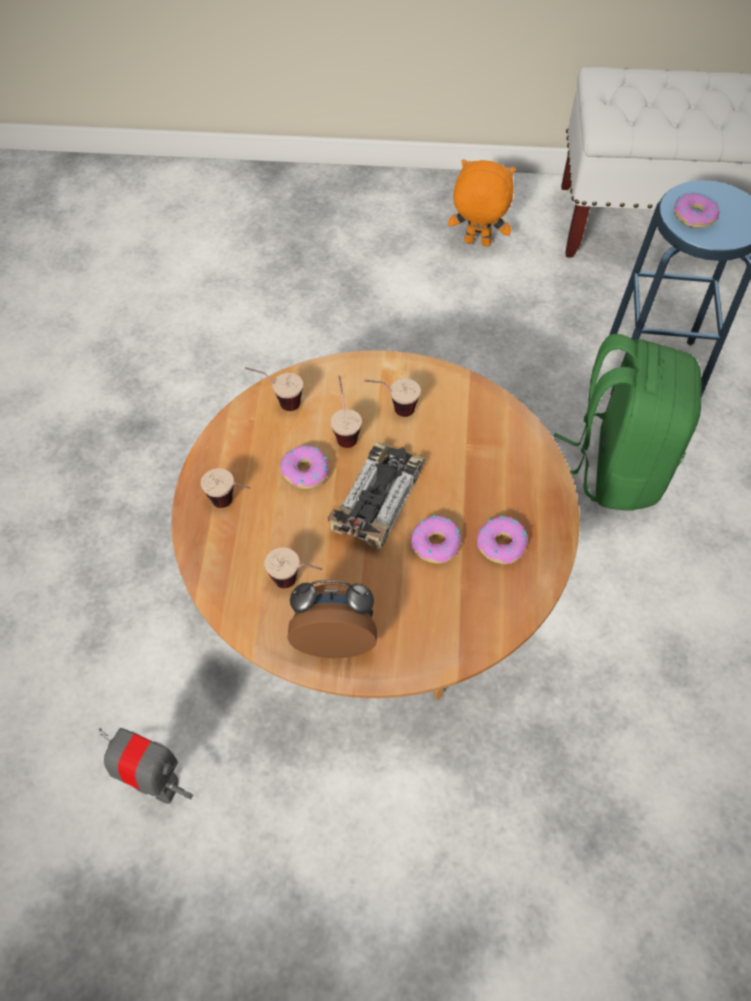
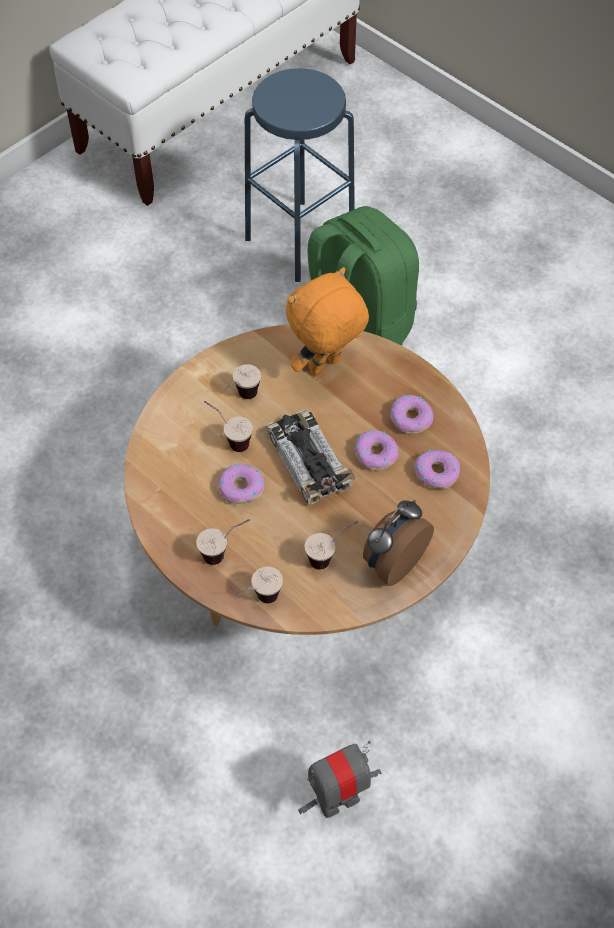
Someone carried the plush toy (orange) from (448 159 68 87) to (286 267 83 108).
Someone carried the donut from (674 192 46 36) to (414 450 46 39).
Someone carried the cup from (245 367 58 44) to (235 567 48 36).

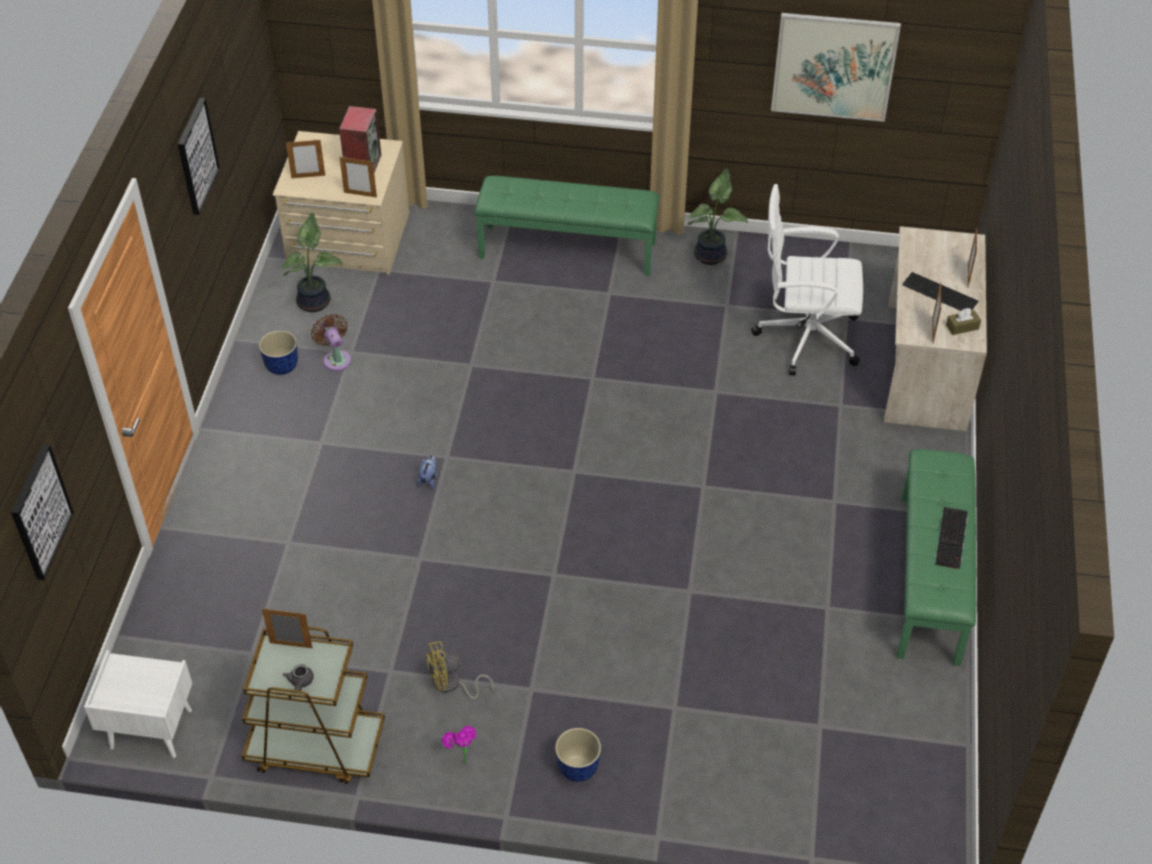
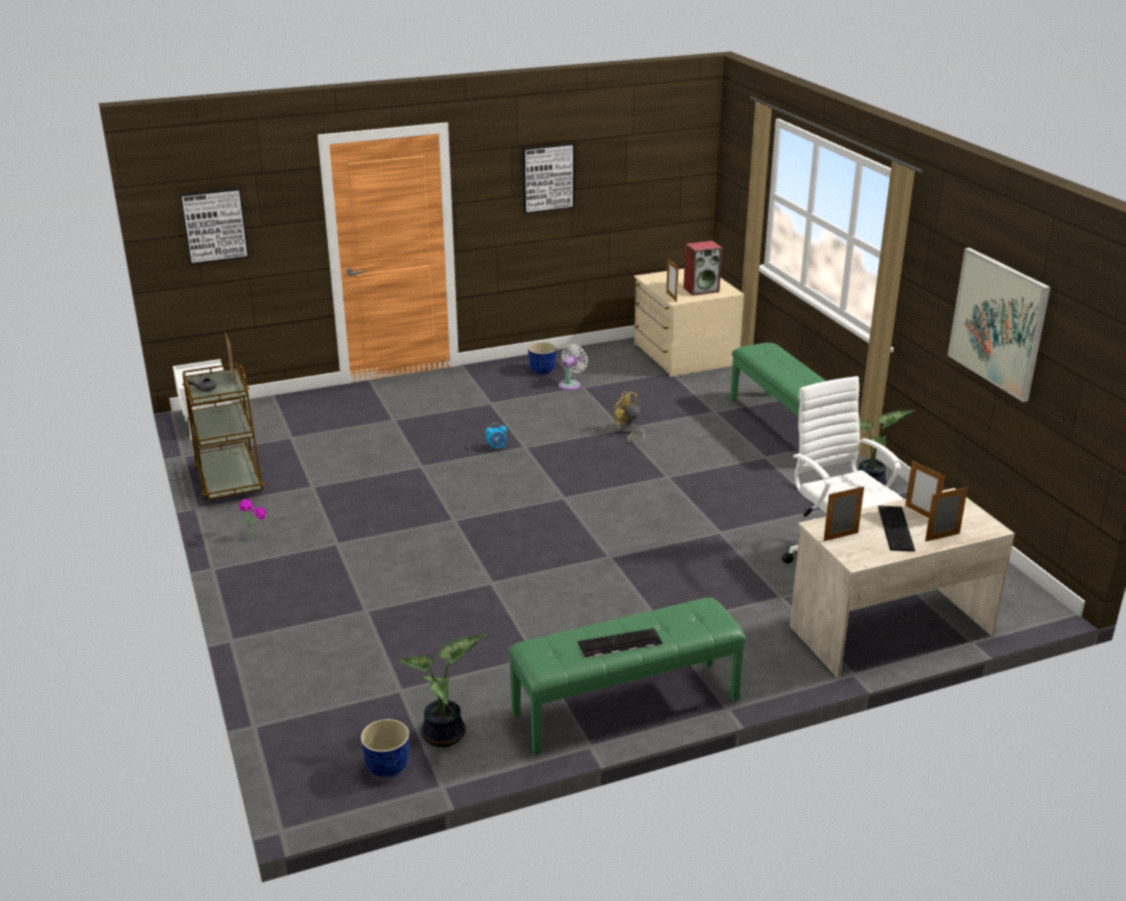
Someone carried the picture frame from (286 140 39 38) to (905 461 40 57).
Someone carried the potted plant from (282 212 61 100) to (400 634 87 113).
Someone took away the tissue box (brown) at (946 308 35 27).
Someone repainted the fan (brown) at (311 314 40 57), which became the fan (white) at (558 344 30 47).
Someone swapped the plush toy at (417 455 21 34) for the alarm clock at (485 423 22 27).
Someone carried the fan (yellow) from (426 641 68 58) to (614 391 31 55).
Someone carried the planter from (555 728 46 54) to (361 719 48 58).

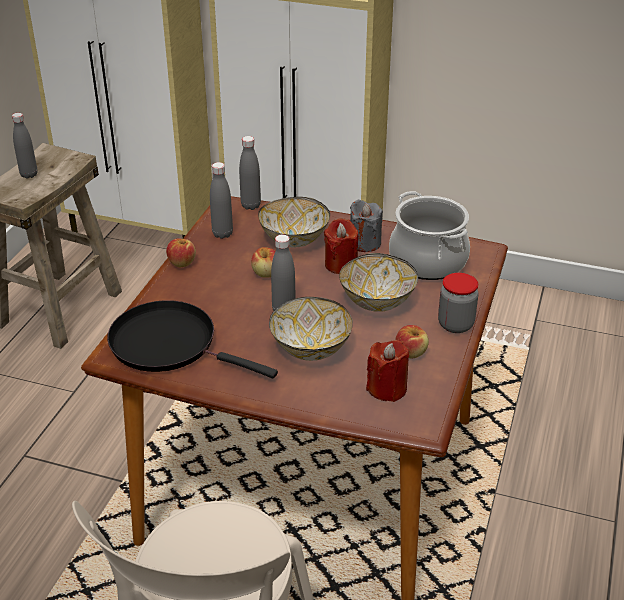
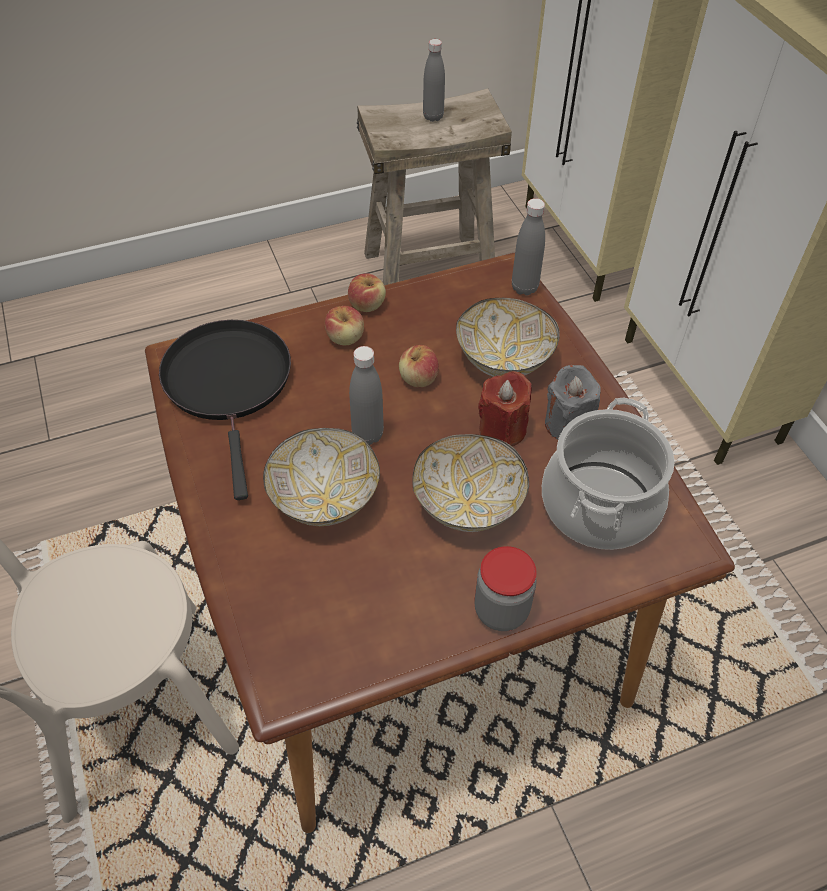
Someone took away the bottle (grey) at (210 162 23 77).
Someone carried the apple from (395 325 34 33) to (325 306 39 39).
Someone took away the candle (red) at (366 340 43 62).

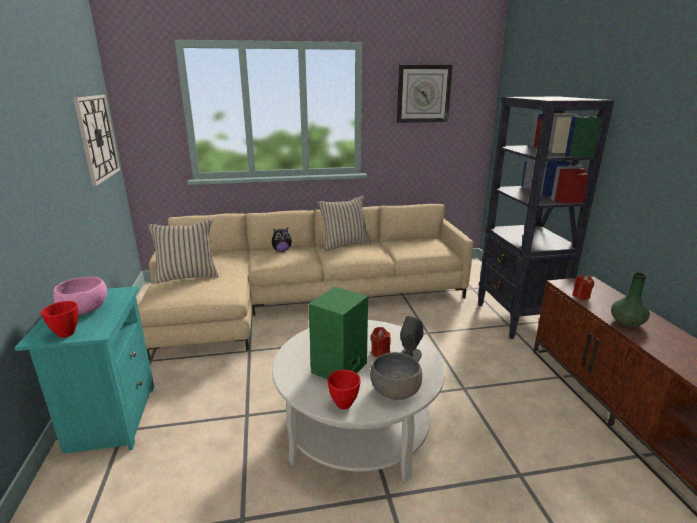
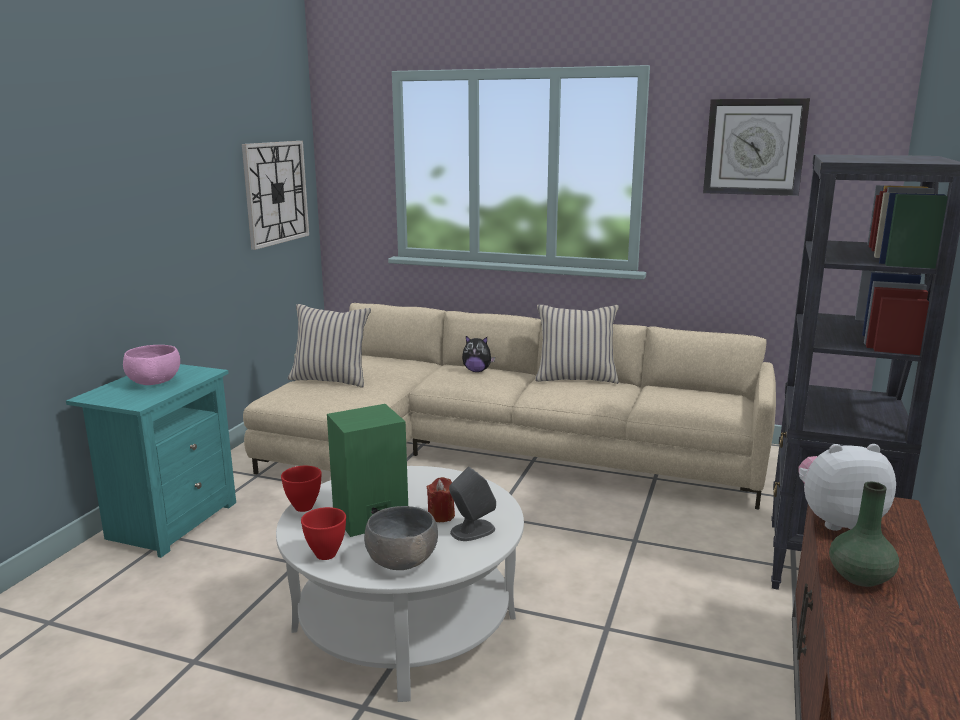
Someone swapped the candle (red) at (572 275 22 25) for the plush toy at (799 444 97 87).
Someone carried the bowl (red) from (41 301 37 37) to (281 466 41 46).

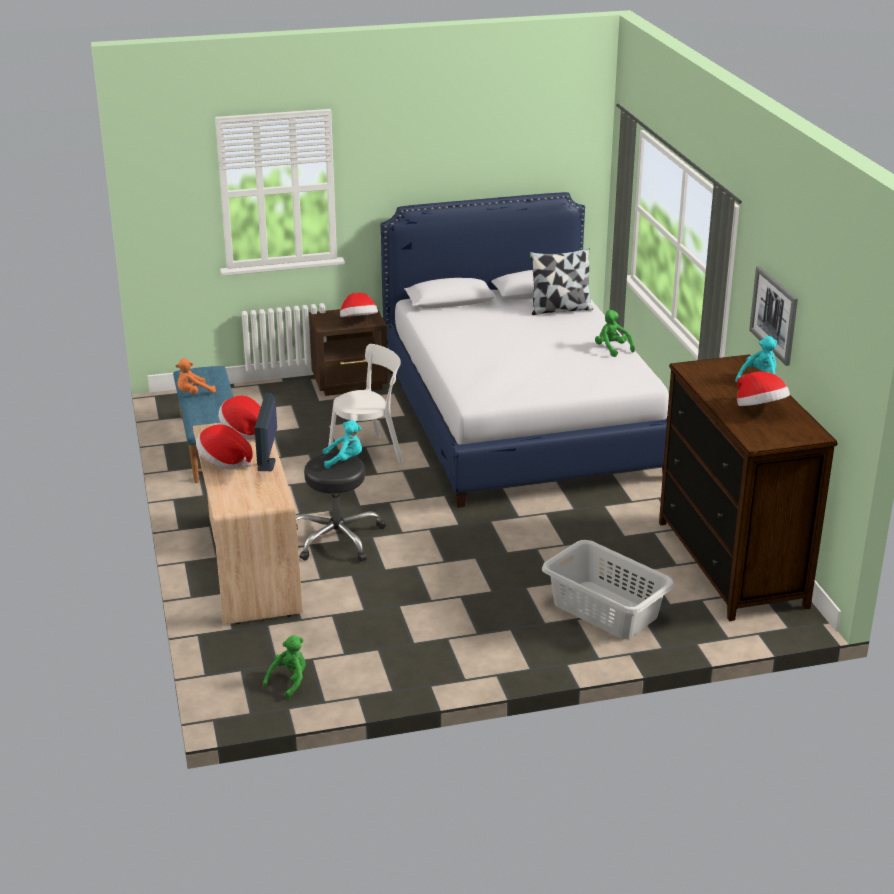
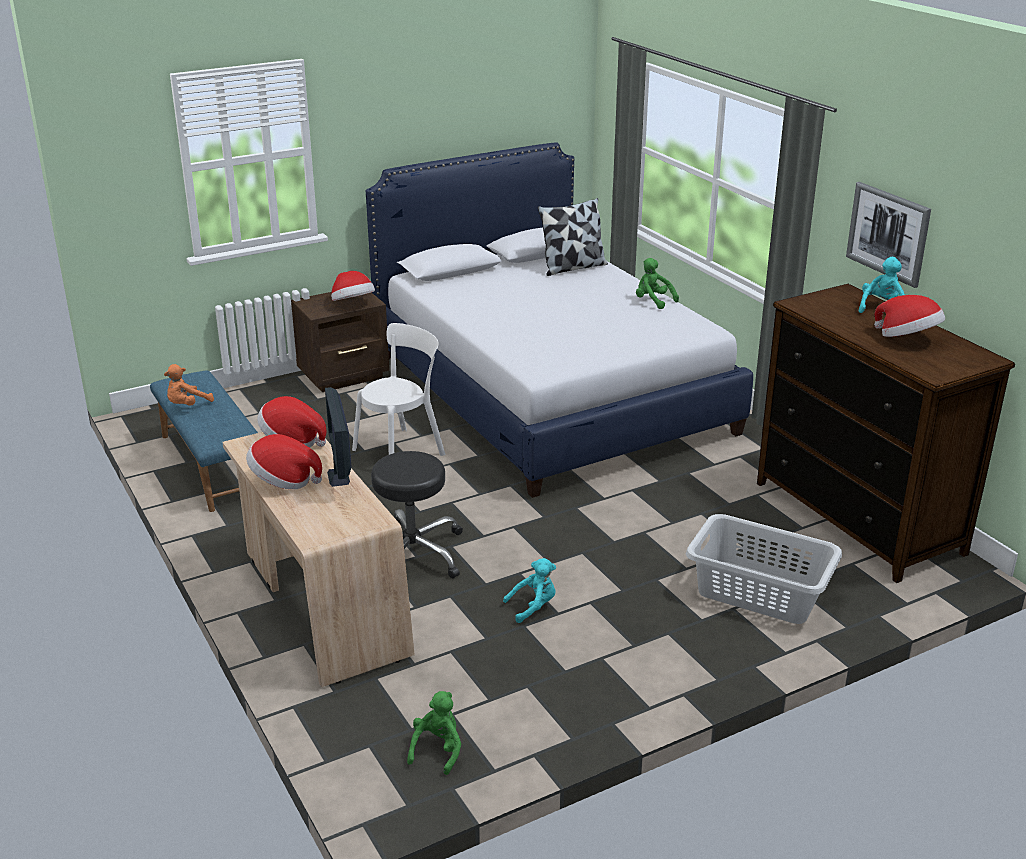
Someone carried the plush toy (turquoise) from (323 420 39 49) to (503 558 53 65).

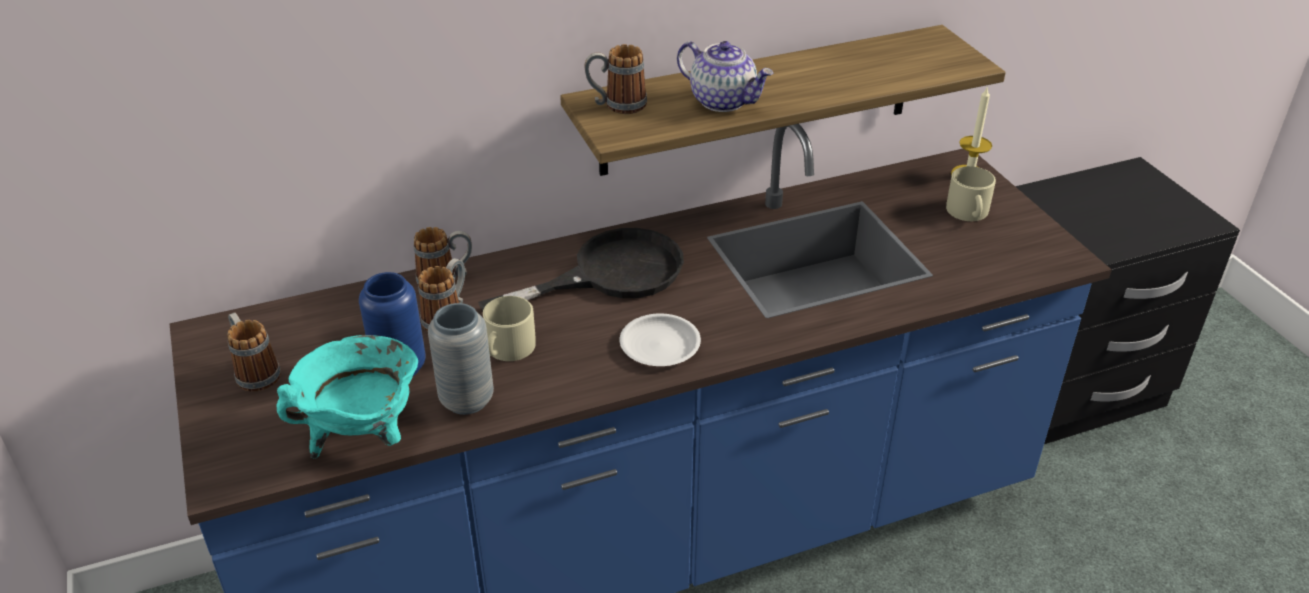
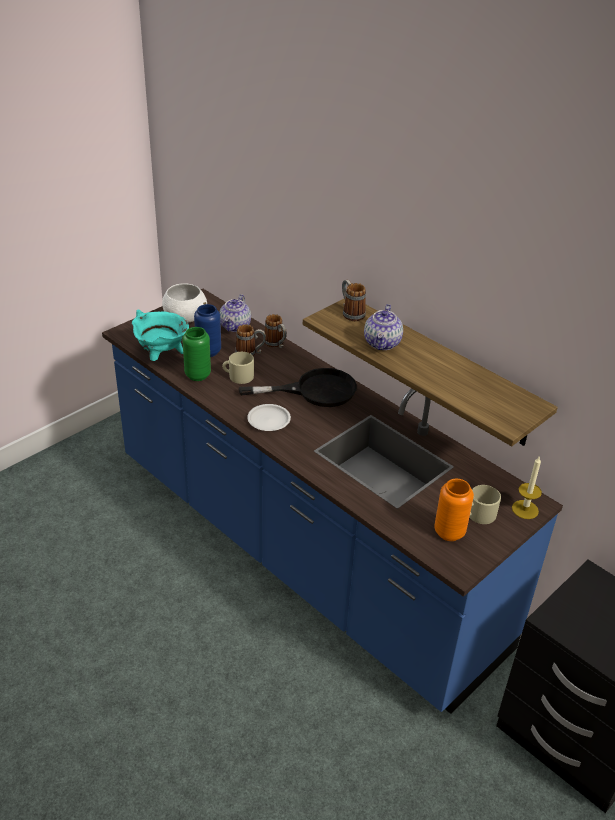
Someone rotated the frying pan (black) at (478 228 206 83) by 45 degrees counterclockwise.
Someone repainted the vase (grey) at (428 303 66 112), which became the vase (green) at (182 327 29 54).
Someone swapped the mug at (227 312 54 80) for the bowl (white) at (162 283 45 39).
Someone put down the teapot at (219 294 32 38).
Someone put down the vase (orange) at (434 479 40 62).

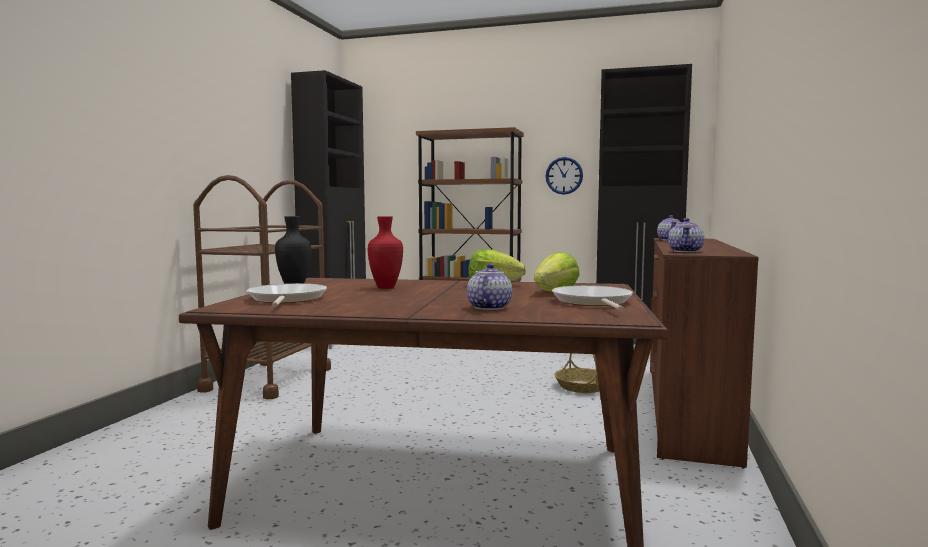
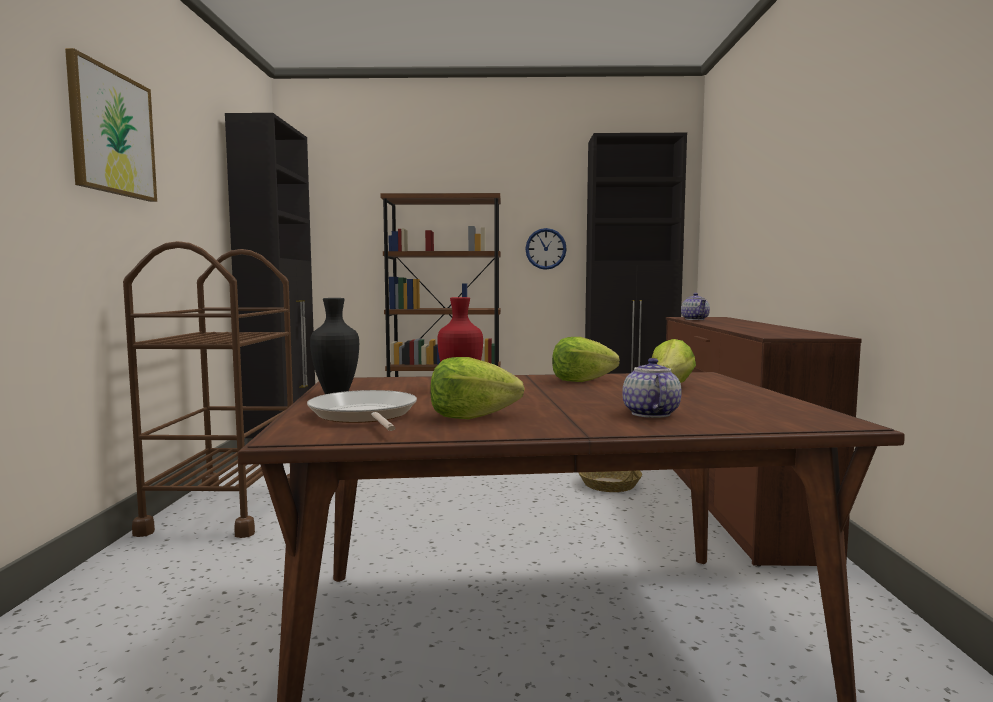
Someone took away the teapot at (668 218 36 34).
Someone took away the frying pan at (552 285 81 25).
Someone put up the picture at (65 48 92 154).
Someone put down the lettuce at (431 357 93 62).

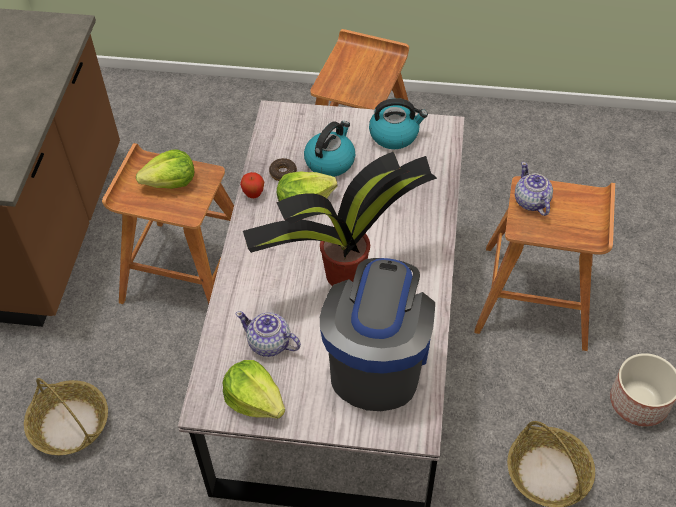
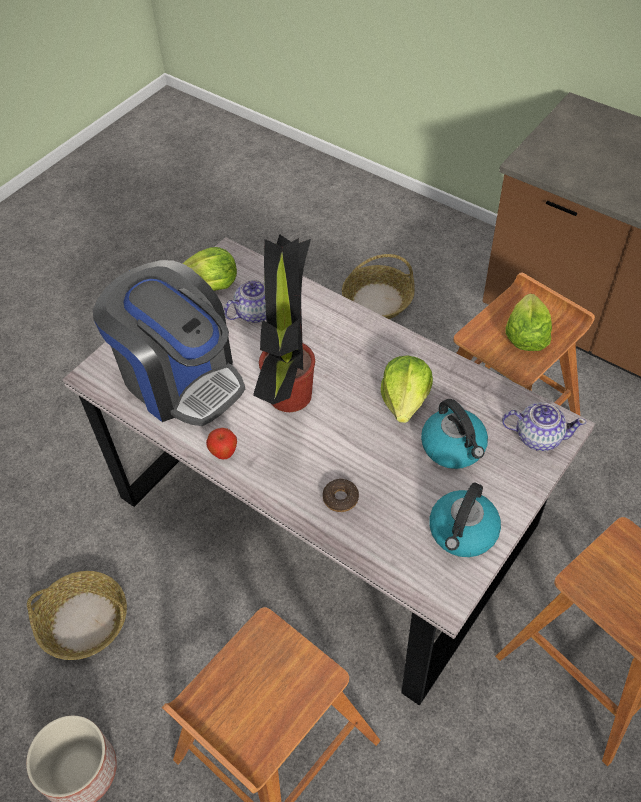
Someone carried the donut from (269 158 28 23) to (323 479 36 33).
Someone carried the teapot from (515 162 38 54) to (502 403 84 48).
Someone carried the apple from (240 172 24 26) to (206 428 31 31).

